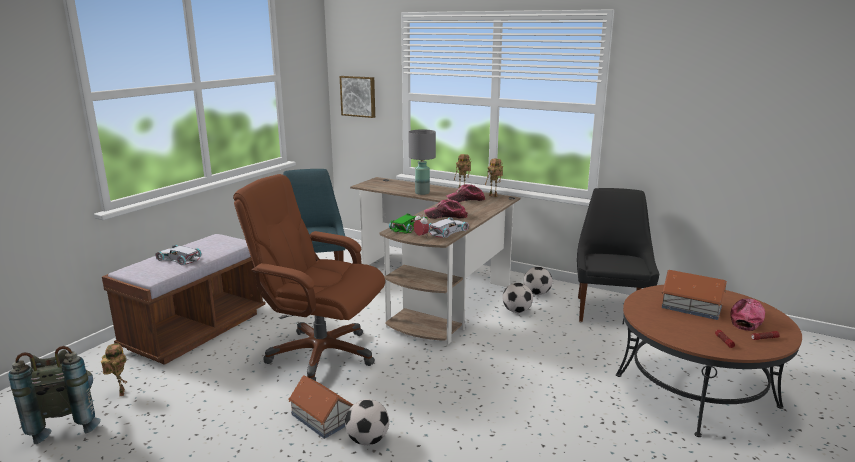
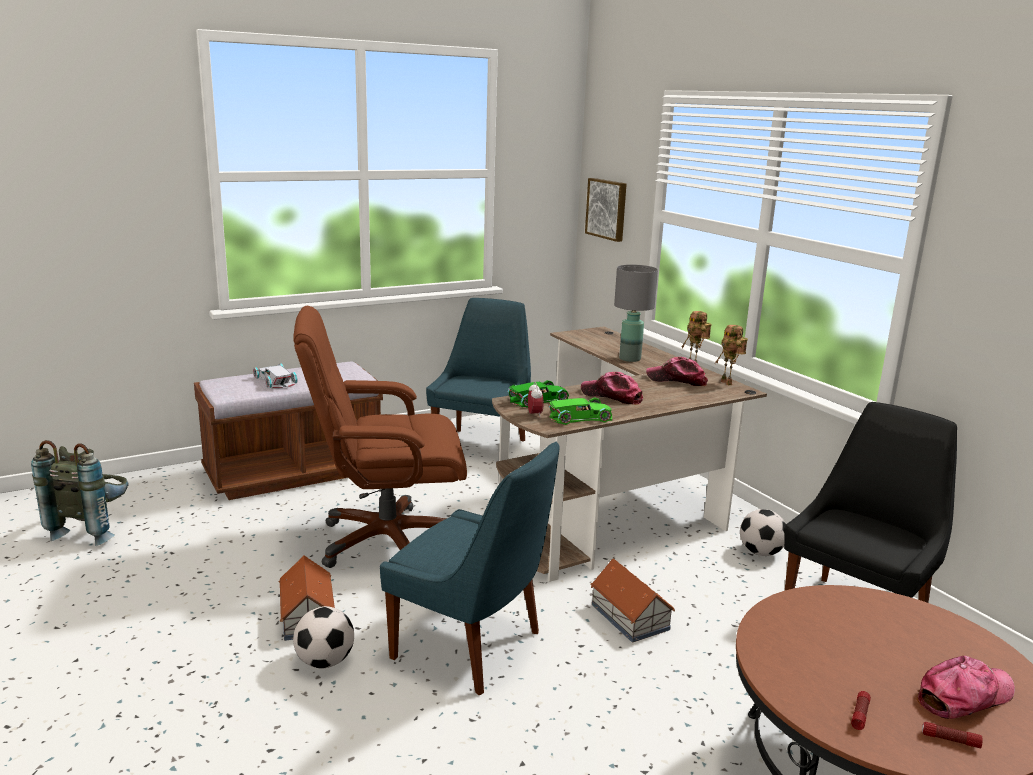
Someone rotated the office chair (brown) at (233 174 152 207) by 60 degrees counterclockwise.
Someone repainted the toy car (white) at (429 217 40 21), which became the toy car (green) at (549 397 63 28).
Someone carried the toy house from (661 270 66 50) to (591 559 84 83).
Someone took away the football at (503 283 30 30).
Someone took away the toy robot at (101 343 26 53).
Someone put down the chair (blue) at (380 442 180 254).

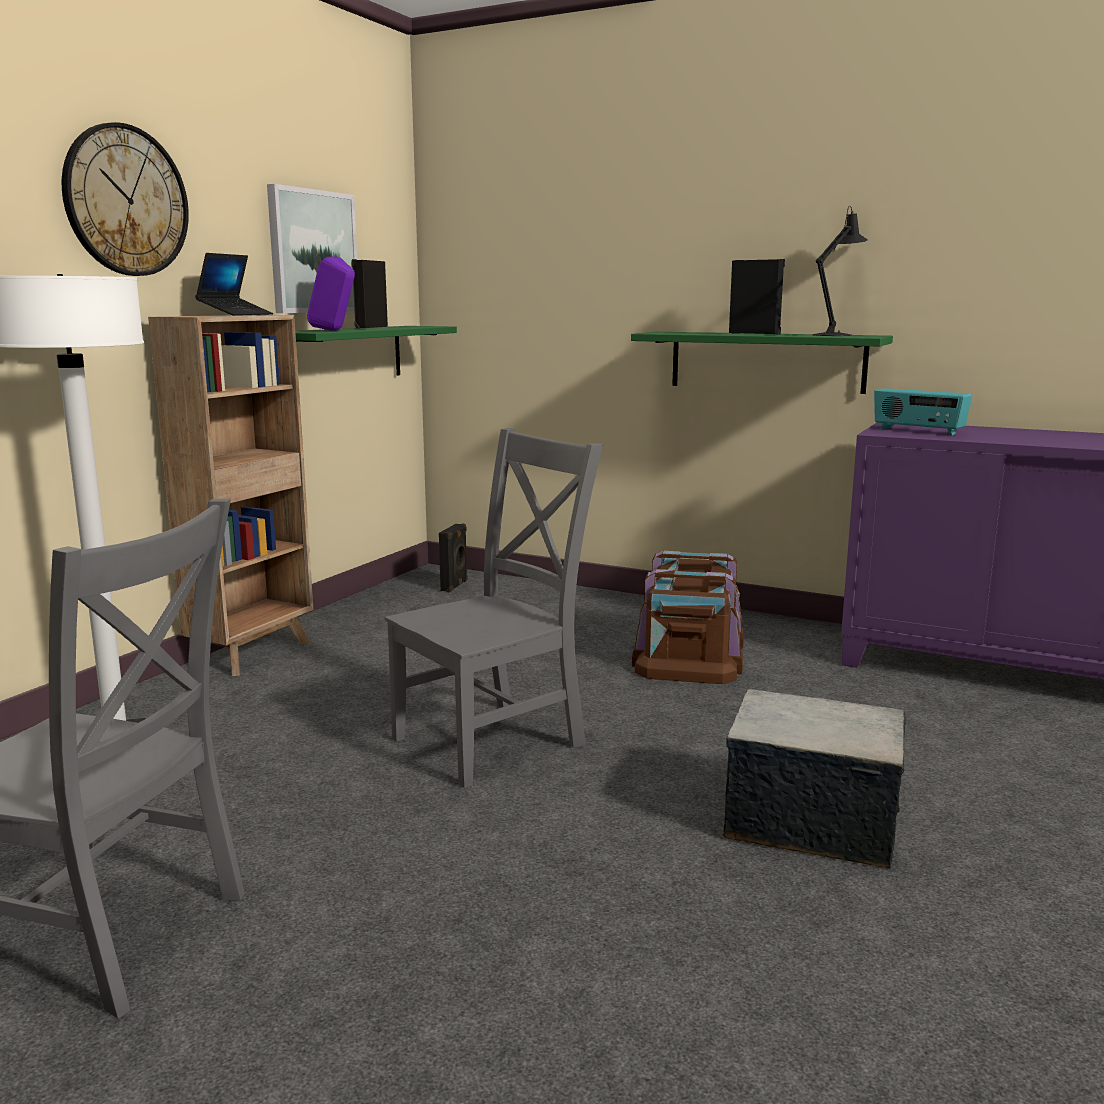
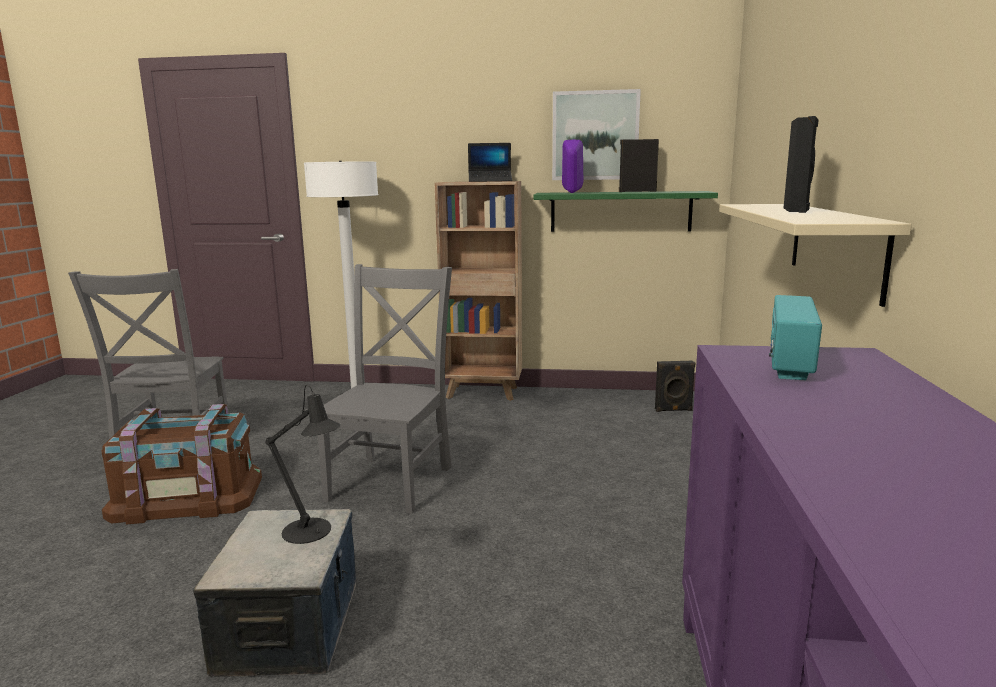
Someone took away the wall clock at (62 122 127 154).
Someone carried the table lamp (black) from (813 206 55 130) to (265 385 76 159).
Someone repainted the shelf (green) at (631 332 262 62), which became the shelf (beige) at (719 204 193 103).
Someone rotated the chair (grey) at (385 428 218 360) by 105 degrees counterclockwise.
Someone carried the storage box (brown) from (632 551 112 133) to (101 404 161 120).

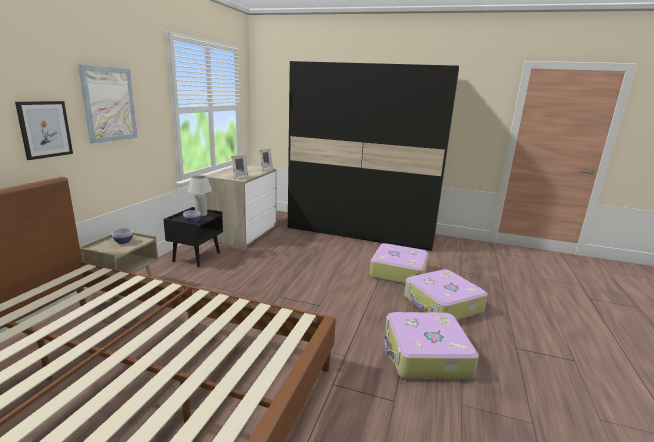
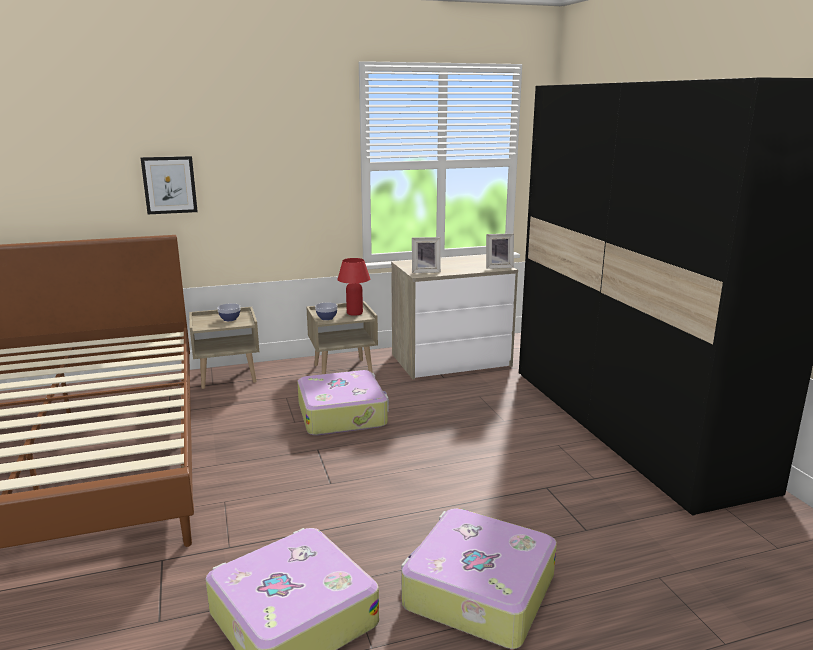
Someone took away the picture at (78 65 60 78).
Someone repainted the table lamp (white) at (188 175 24 41), which became the table lamp (red) at (337 258 33 58).
Someone repainted the nightstand (black) at (163 207 60 60), which became the nightstand (beige) at (306 301 72 73).
Someone carried the suitcase from (369 243 59 41) to (297 370 92 66).

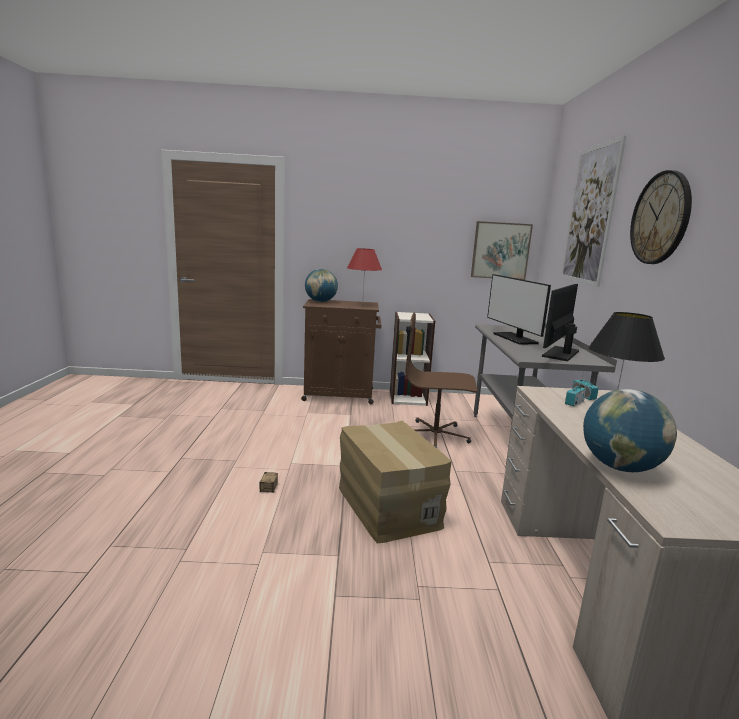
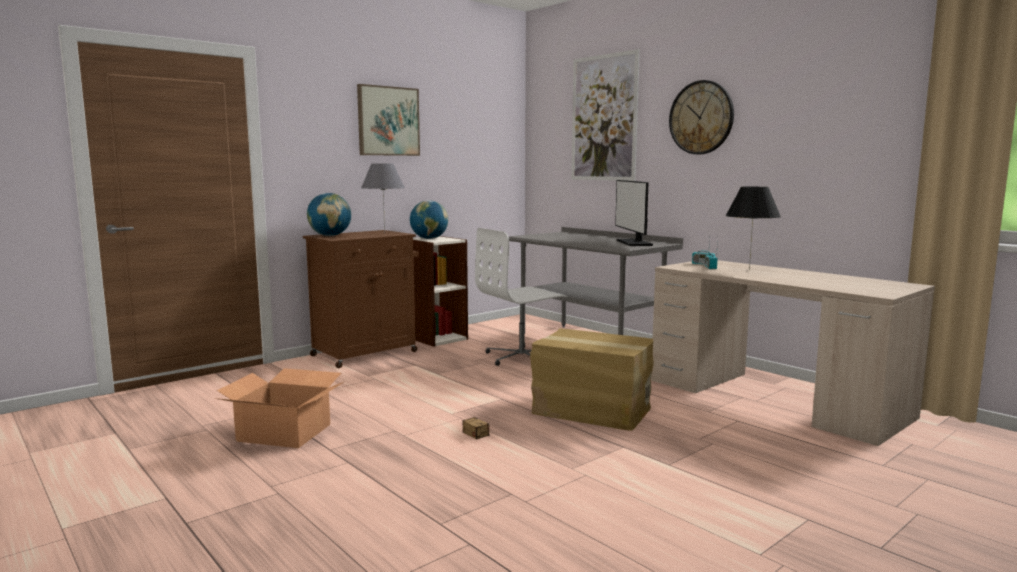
Someone carried the picture from (471 221 62 59) to (357 84 63 72).
Someone repainted the table lamp (red) at (347 248 35 58), which became the table lamp (grey) at (361 164 44 69).
Someone took away the monitor at (487 274 64 71).
Someone repainted the office chair (brown) at (405 312 72 136), which became the office chair (white) at (475 228 92 138).
Someone carried the globe from (583 389 94 83) to (410 200 38 39).
Someone put down the cardboard box at (214 368 129 80).

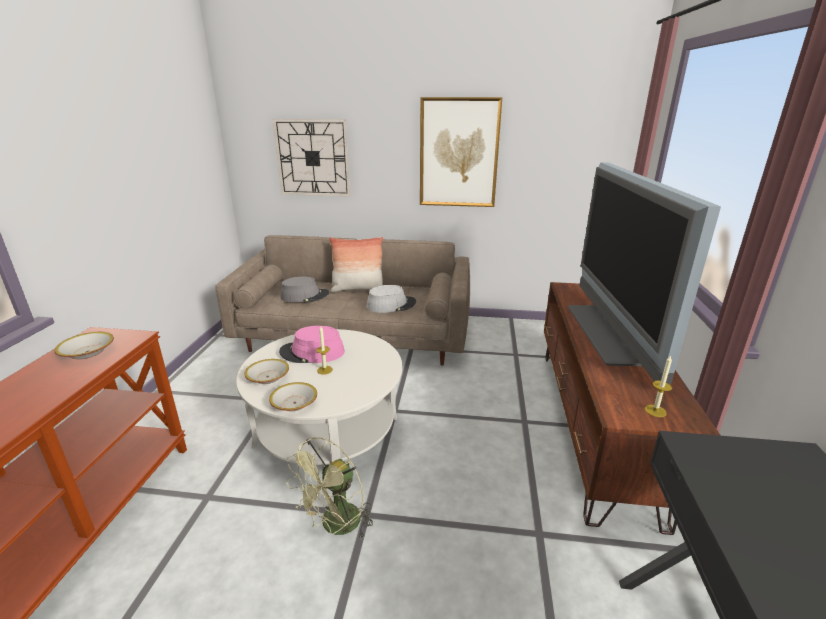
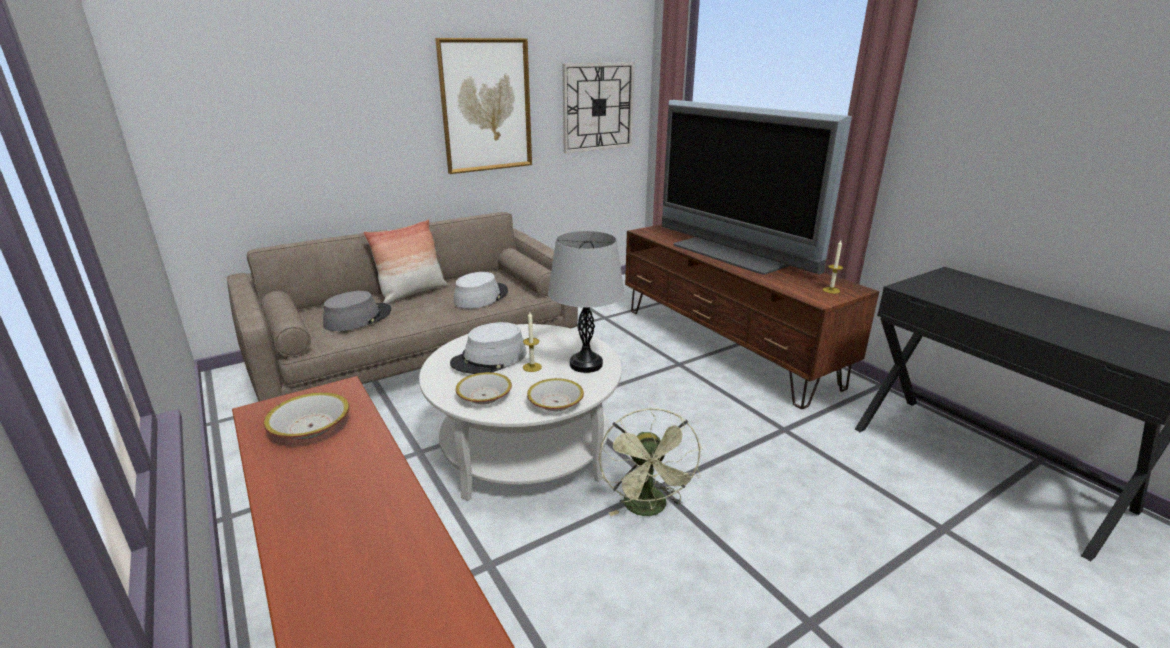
Someone carried the wall clock from (273 119 78 78) to (562 62 73 91).
Someone repainted the hat (pink) at (279 326 66 37), which became the hat (grey) at (450 322 77 52).
Someone put down the table lamp (grey) at (548 231 76 142).

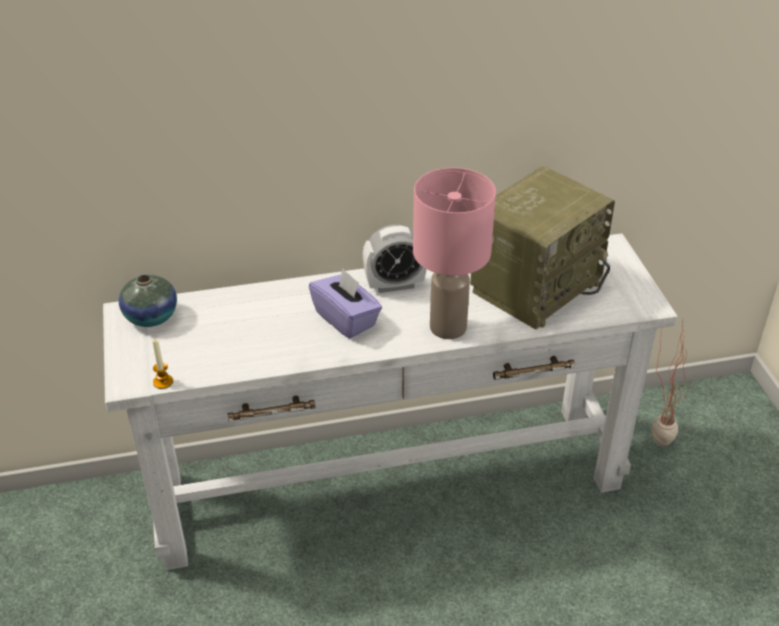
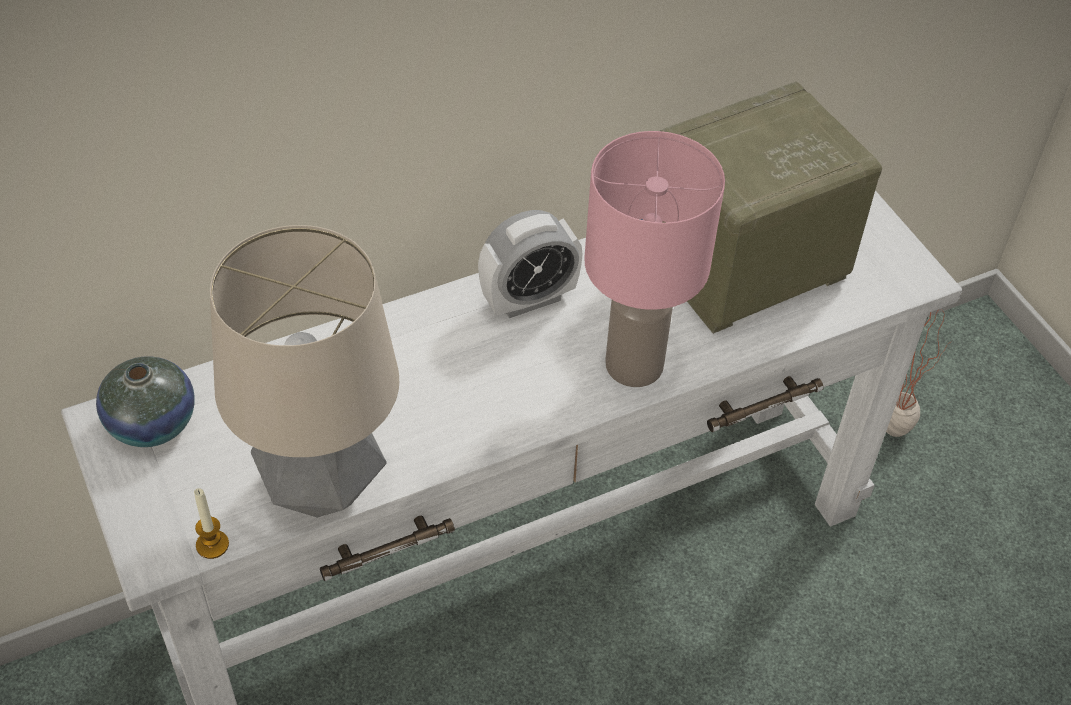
Someone rotated the radio at (470 166 145 164) by 150 degrees counterclockwise.
Someone took away the tissue box (purple) at (309 269 73 70).
Someone put down the table lamp at (210 225 189 292).

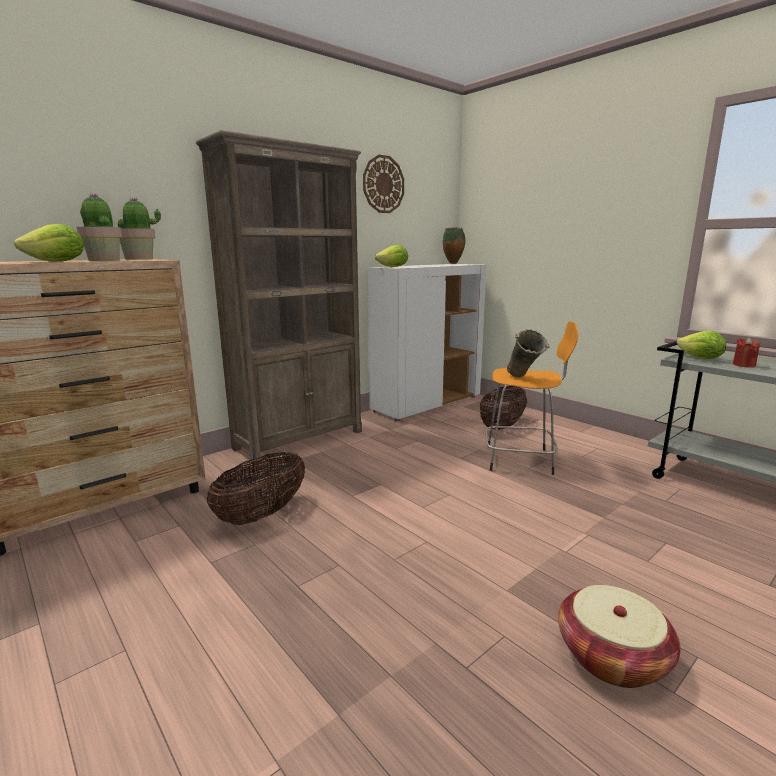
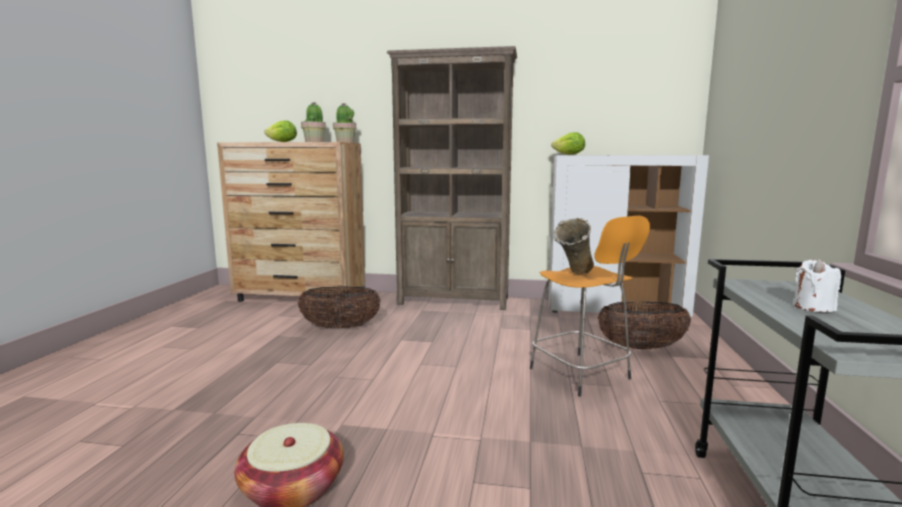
Someone took away the wall clock at (363 155 41 58).
Someone took away the vase at (443 227 22 37).
Someone took away the lettuce at (677 331 49 28).
Someone repainted the candle (red) at (733 337 27 31), which became the candle (white) at (794 259 47 53).

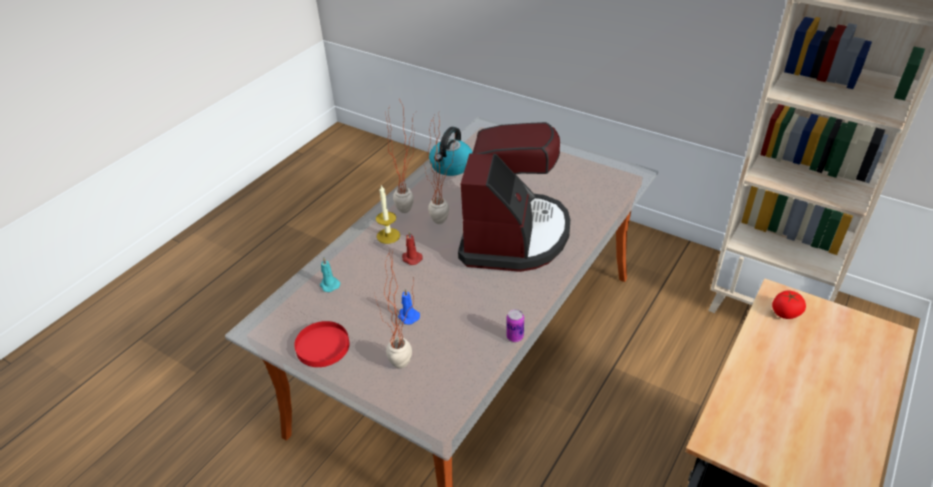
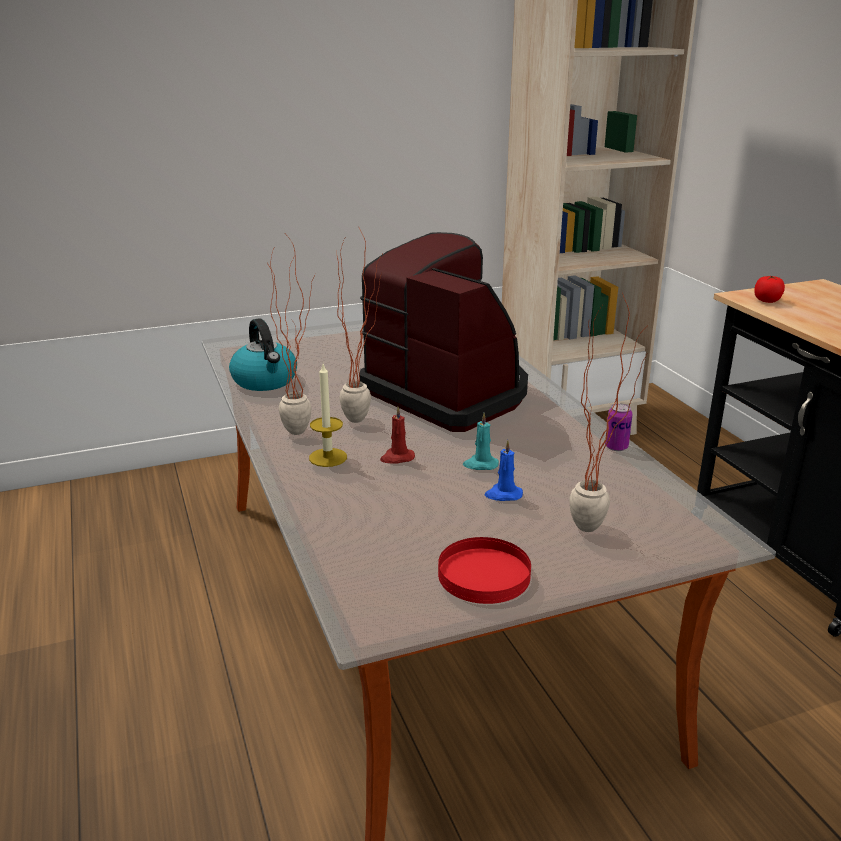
Someone carried the candle (turquoise) from (320 258 20 34) to (463 413 36 57).

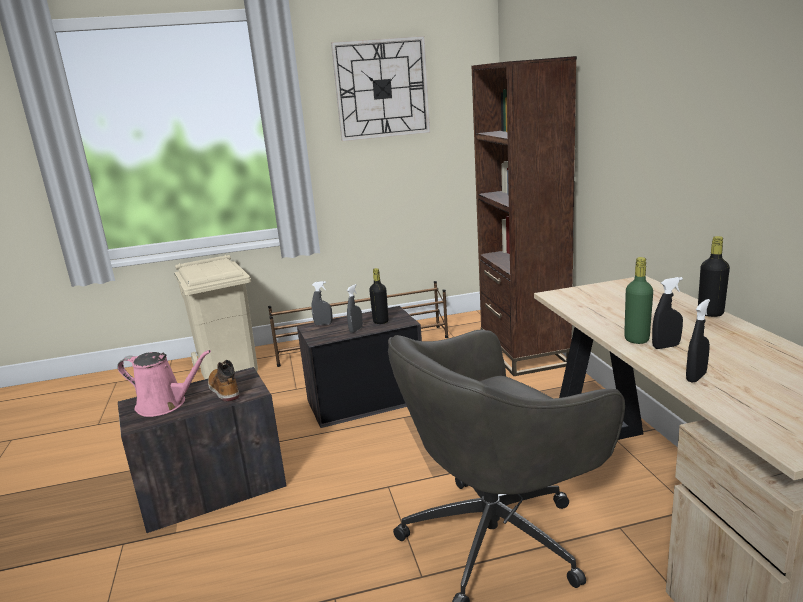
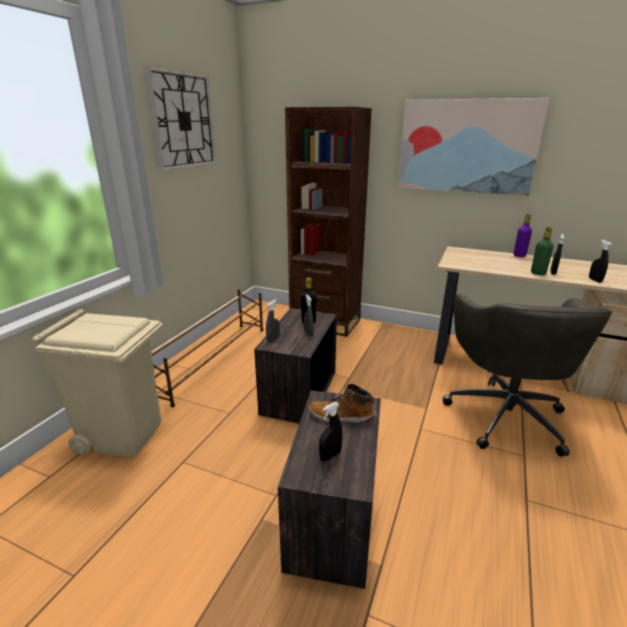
Someone repainted the bottle (black) at (698 236 32 81), which became the bottle (purple) at (514 214 18 43).
Someone swapped the watering can (pink) at (117 350 94 67) for the spray bottle (black) at (319 402 24 59).
Someone put up the picture at (398 98 152 98).

